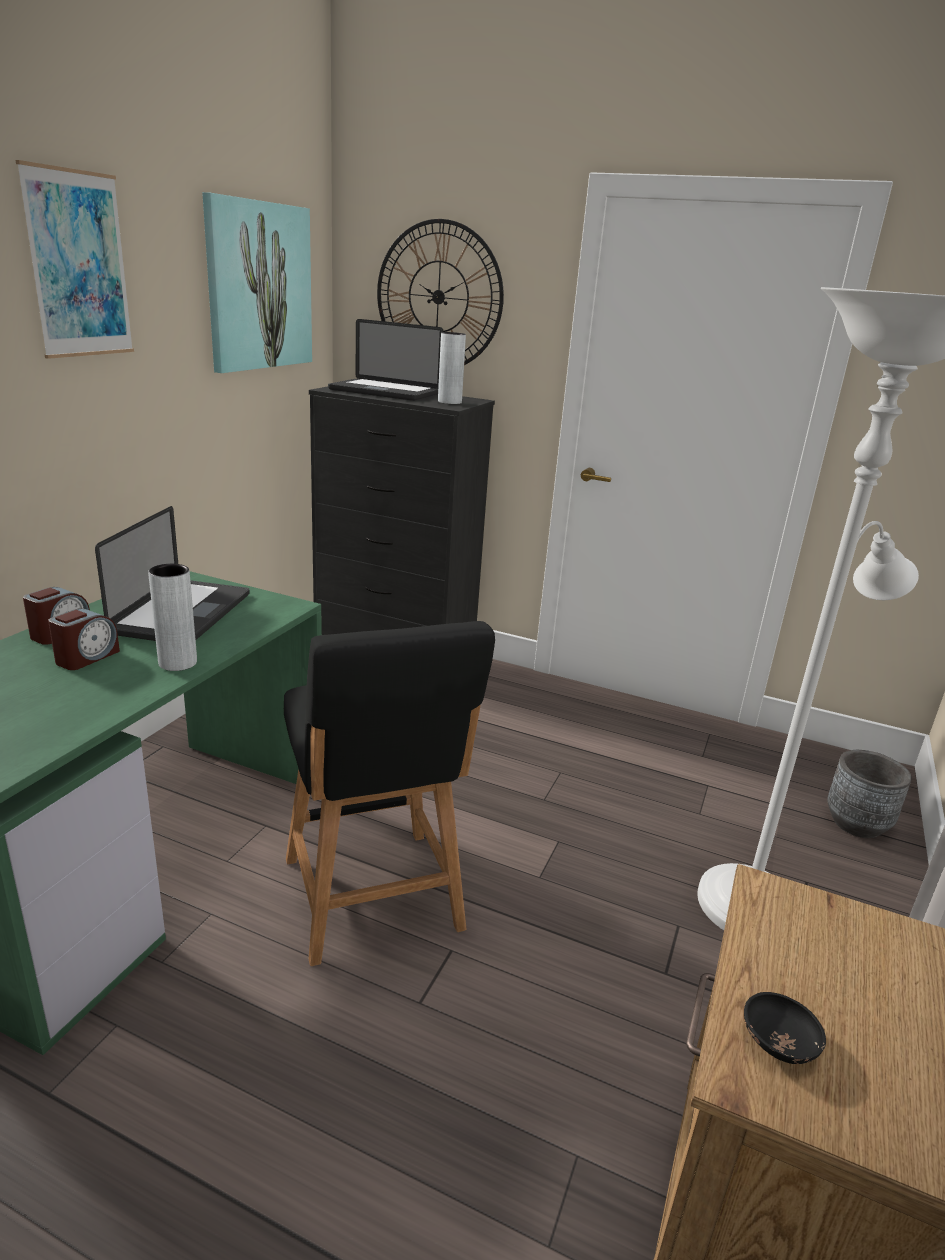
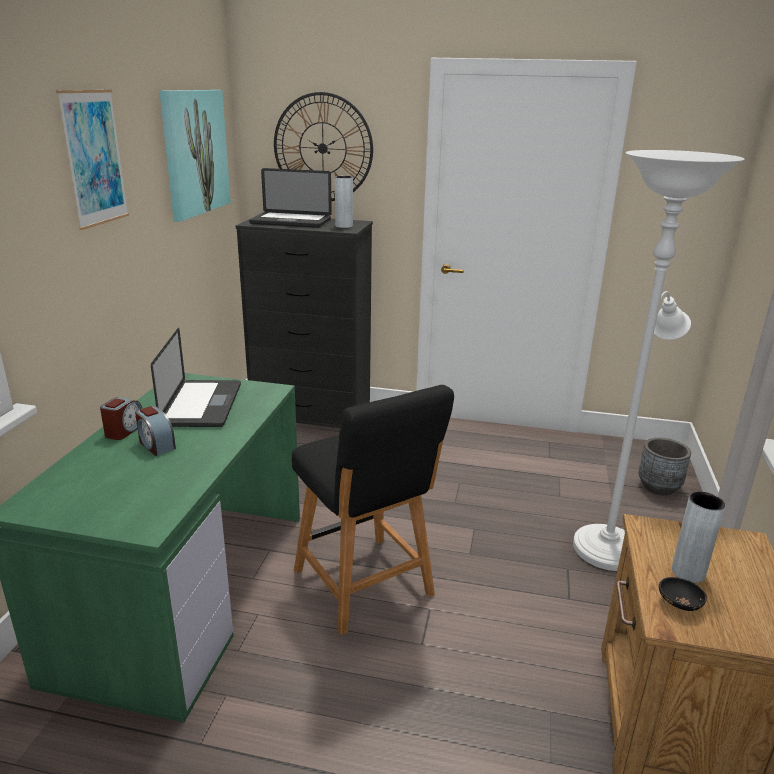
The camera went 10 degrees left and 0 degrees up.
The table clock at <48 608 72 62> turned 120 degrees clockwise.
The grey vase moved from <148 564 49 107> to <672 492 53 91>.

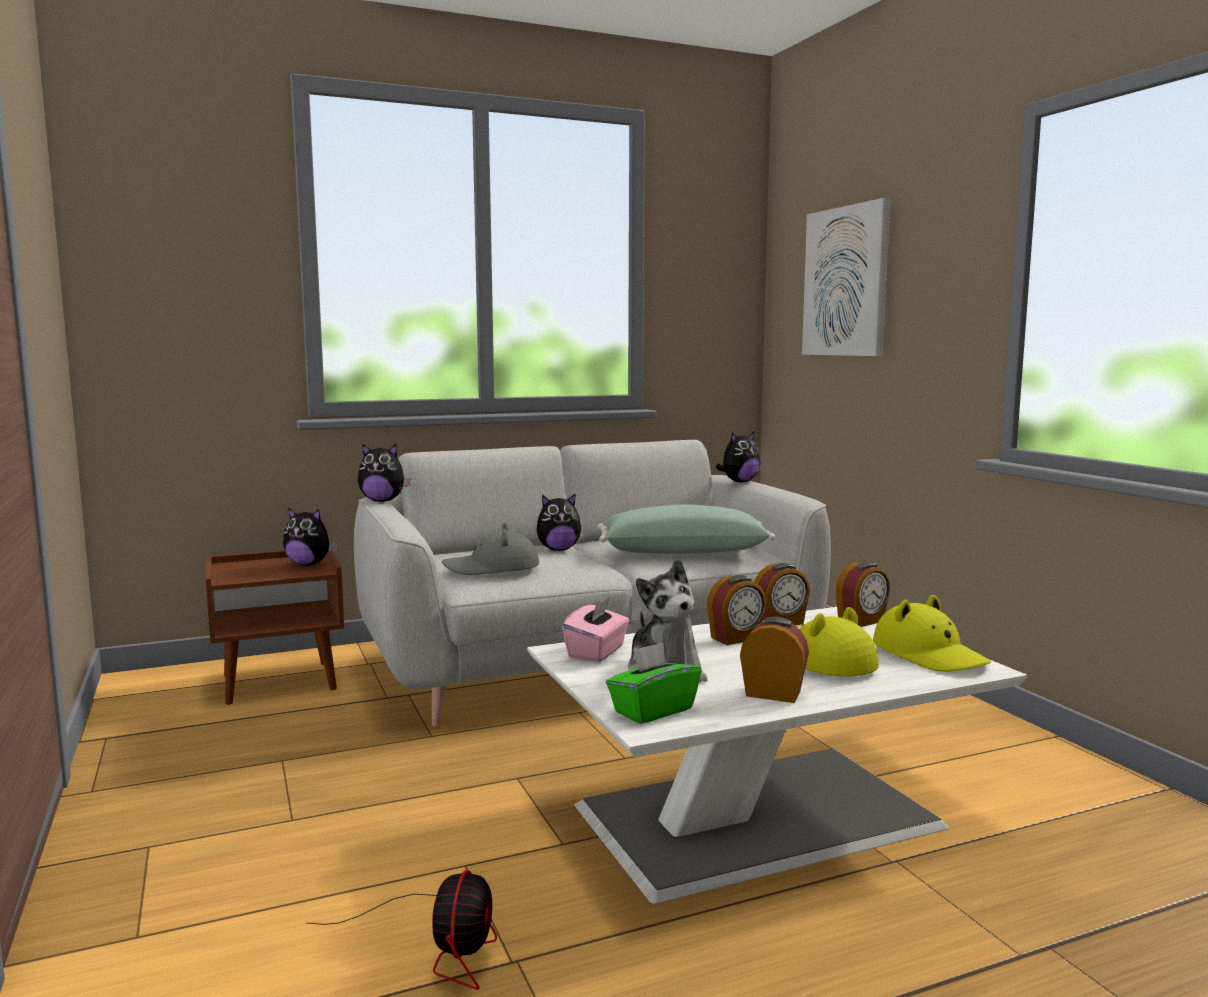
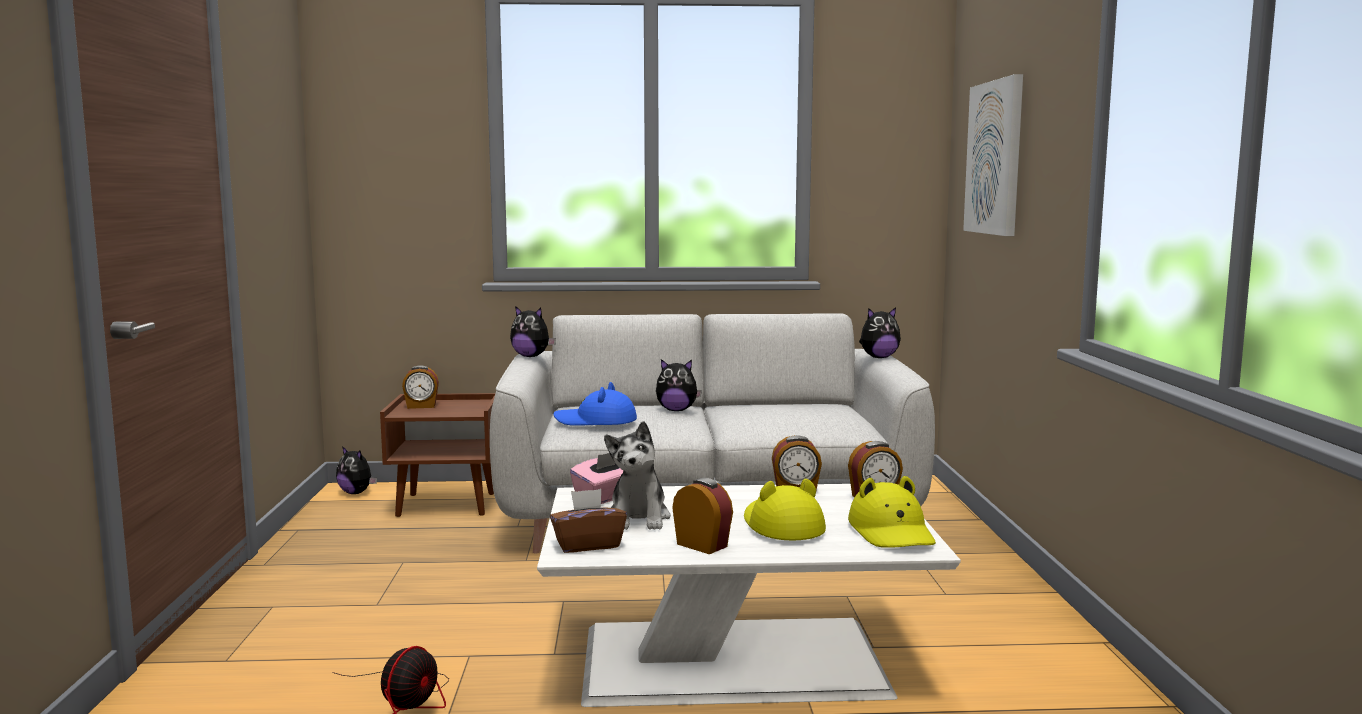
The camera went 20 degrees right and 0 degrees up.
The plush toy moved from <283 507 55 59> to <336 446 41 48>.
The grey clothing hat at <442 523 97 52> became the bluish clothing hat at <554 382 83 44>.
The green-coloured pillow at <597 505 178 49> disappeared.
The green-coloured box of tissues at <606 642 95 82> became the brownish box of tissues at <550 489 77 64>.
The table clock moved from <707 575 59 70> to <402 365 37 44>.

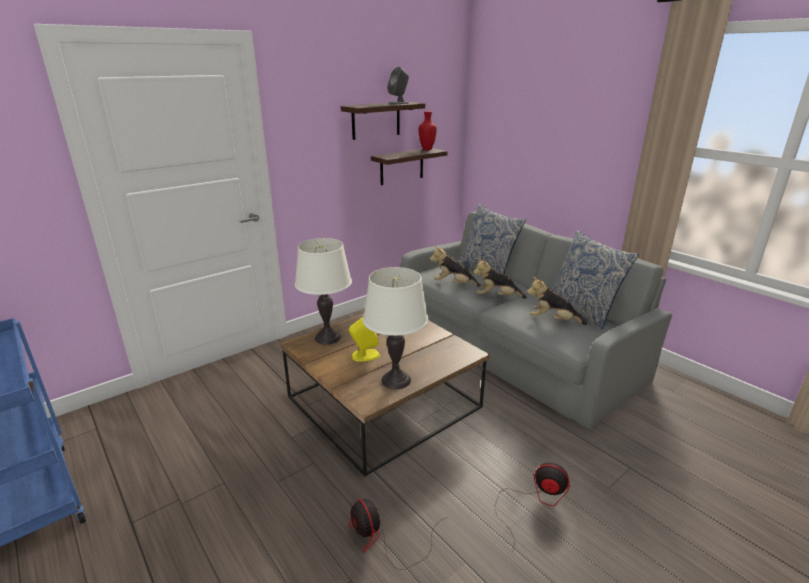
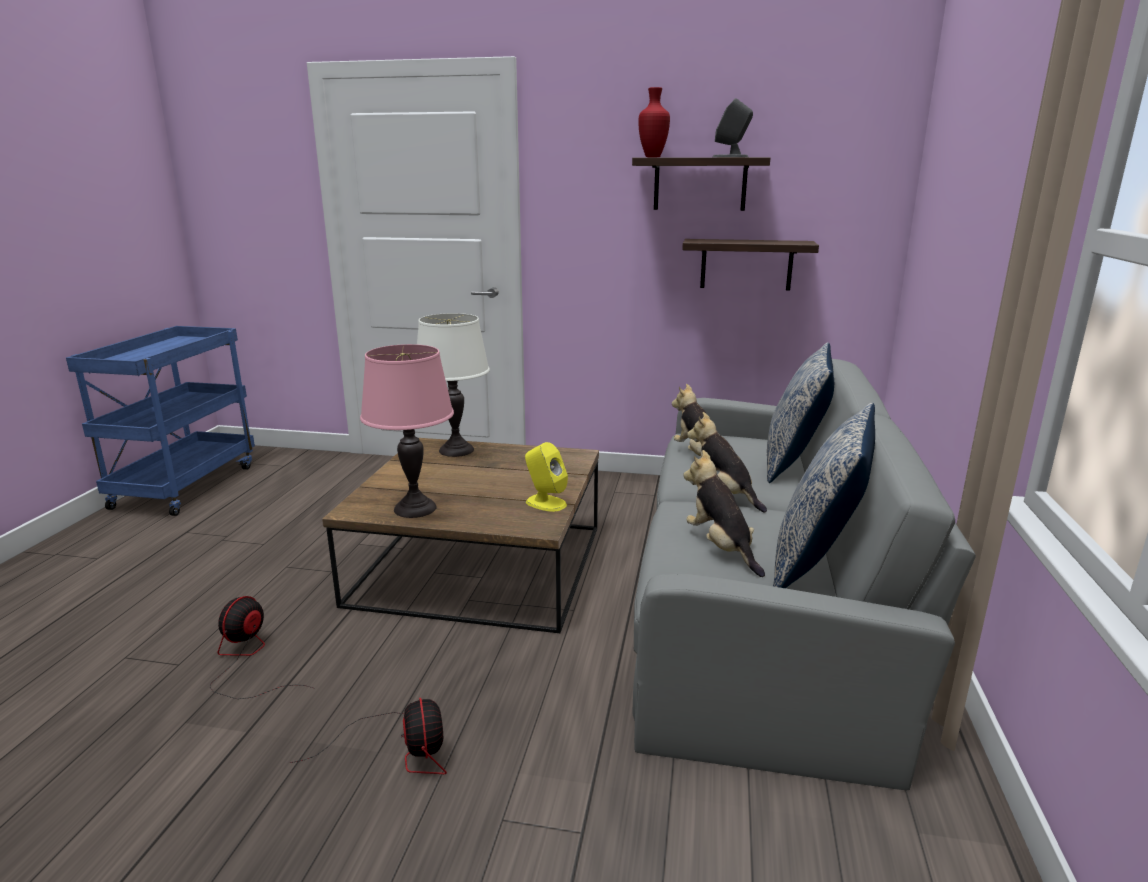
The camera went 50 degrees right and 5 degrees down.
The yellow-coloured speaker moved from <349 317 31 45> to <525 442 43 70>.
The whitish lamp for a table at <363 267 66 122> became the pink lamp for a table at <360 344 94 174>.
The red vase moved from <419 111 18 40> to <638 87 32 70>.

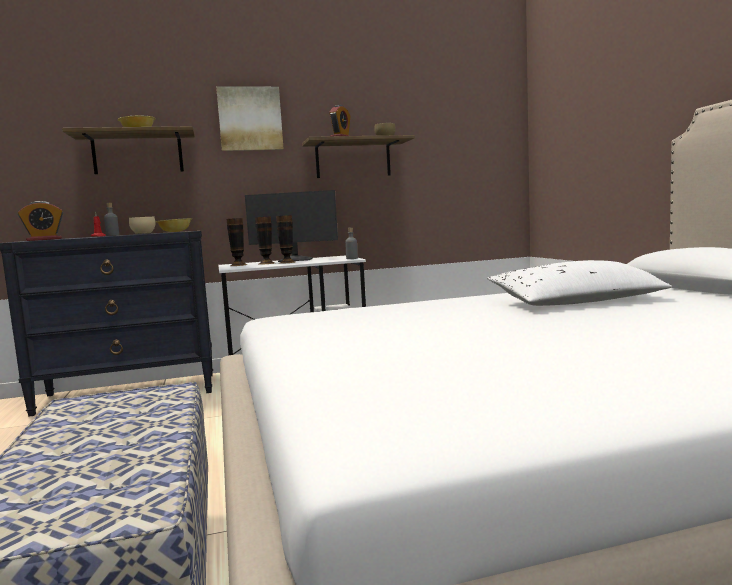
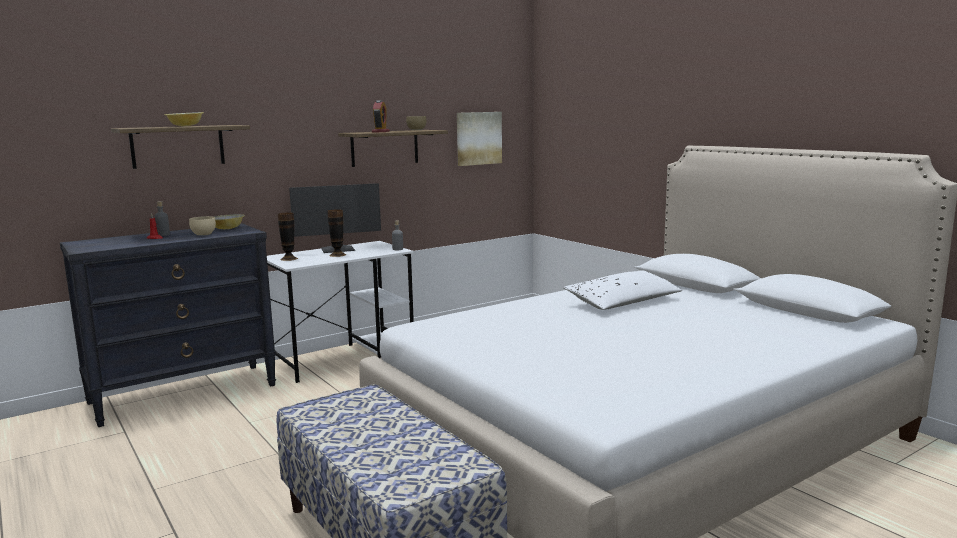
The camera went 20 degrees left and 5 degrees up.
The table clock at <18 201 45 40> disappeared.
The picture moved from <216 86 68 65> to <457 112 45 54>.
The vase at <255 217 20 48> disappeared.

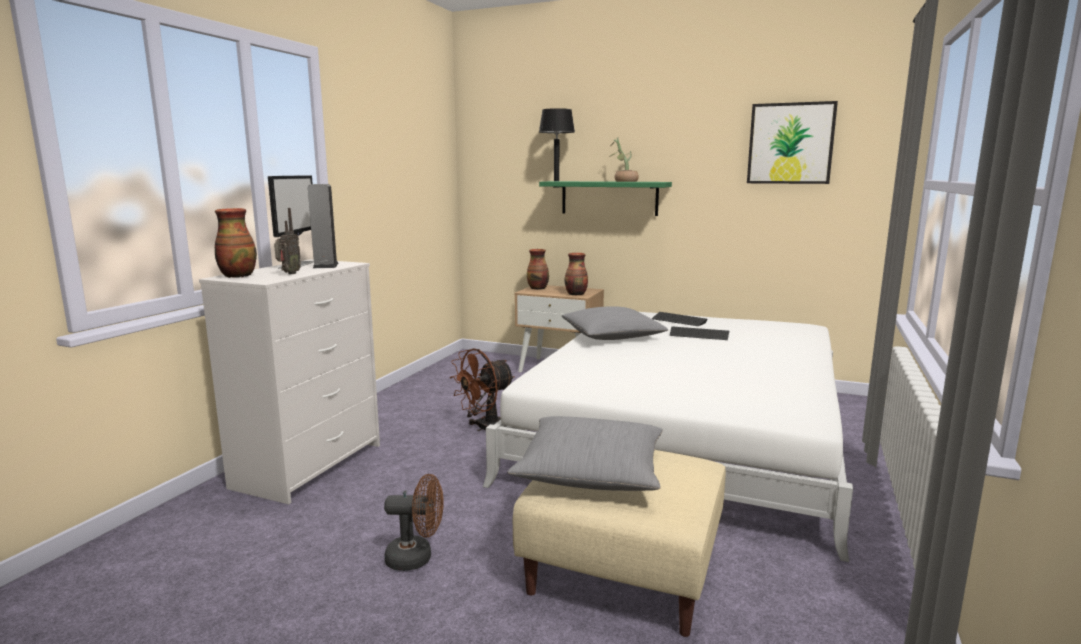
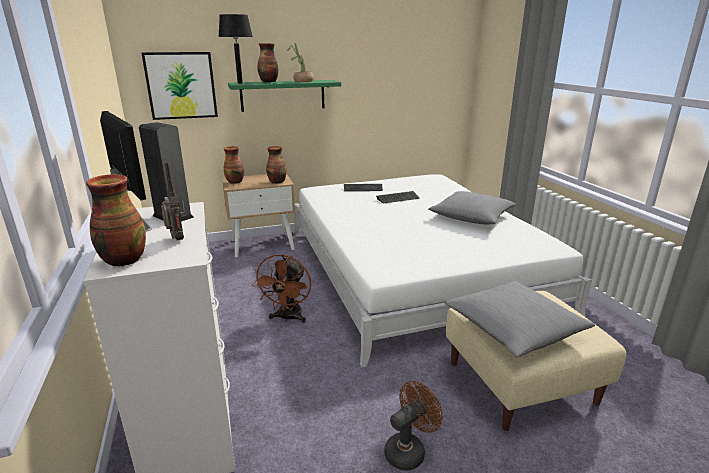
The camera went 40 degrees left and 10 degrees up.
The grey pillow moved from <562 306 106 34> to <429 191 87 34>.
The picture moved from <747 101 91 83> to <141 52 77 68>.
The vase at <257 43 21 40> appeared.

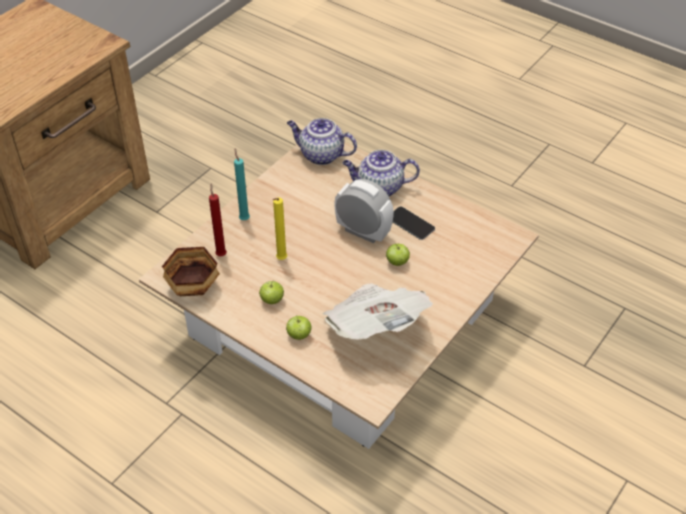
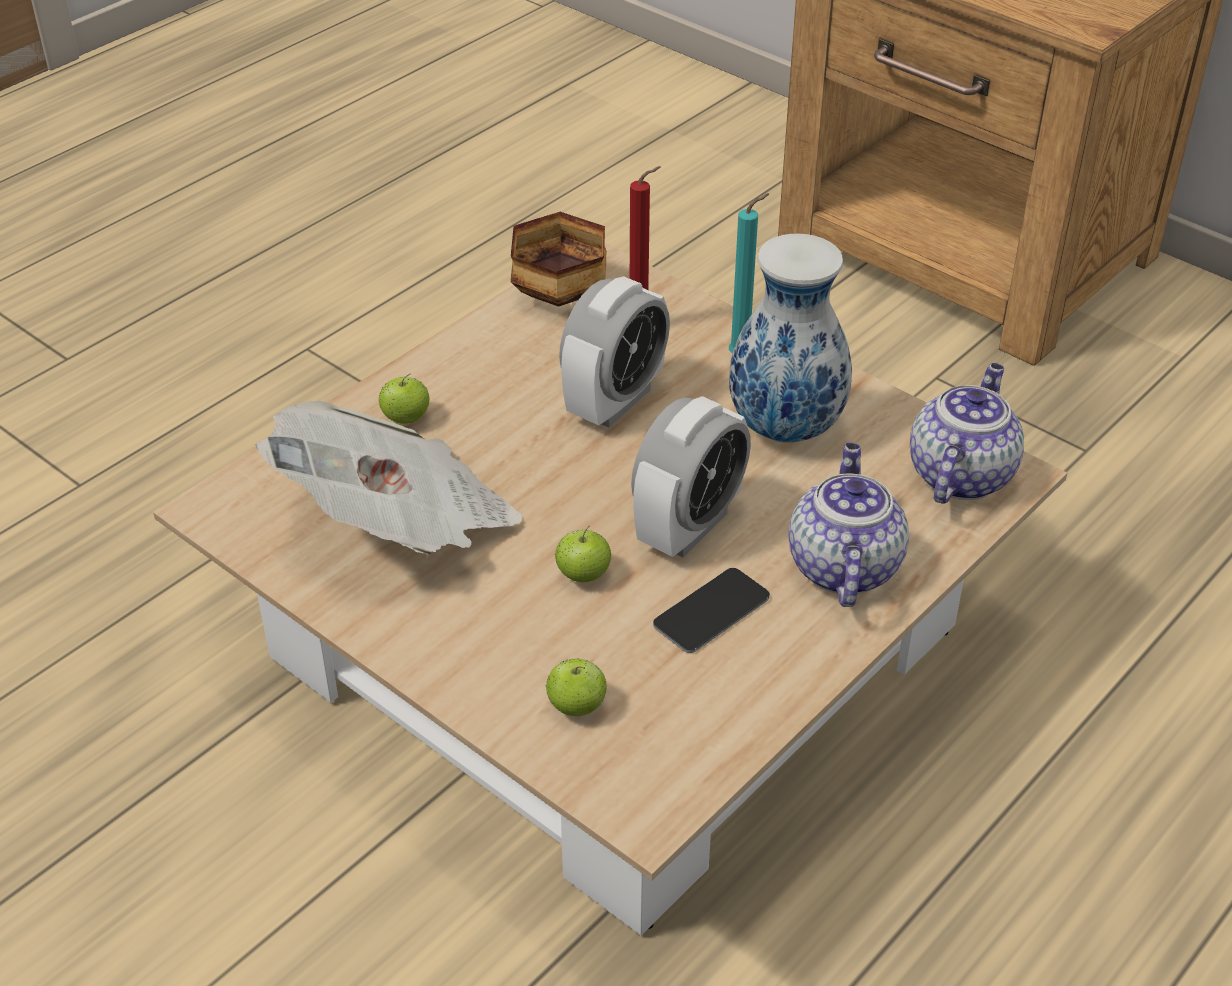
The camera went 95 degrees right and 5 degrees down.
The apple fruit moved from <259 280 25 24> to <545 658 62 58>.
The yellow-coloured wax candle at <273 197 14 63> was replaced by the table clock at <559 276 111 152>.
The vase at <729 234 123 209> appeared.

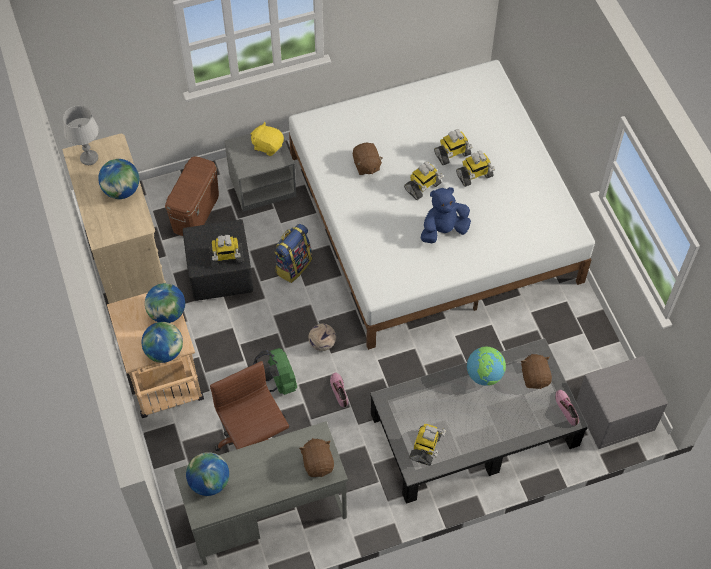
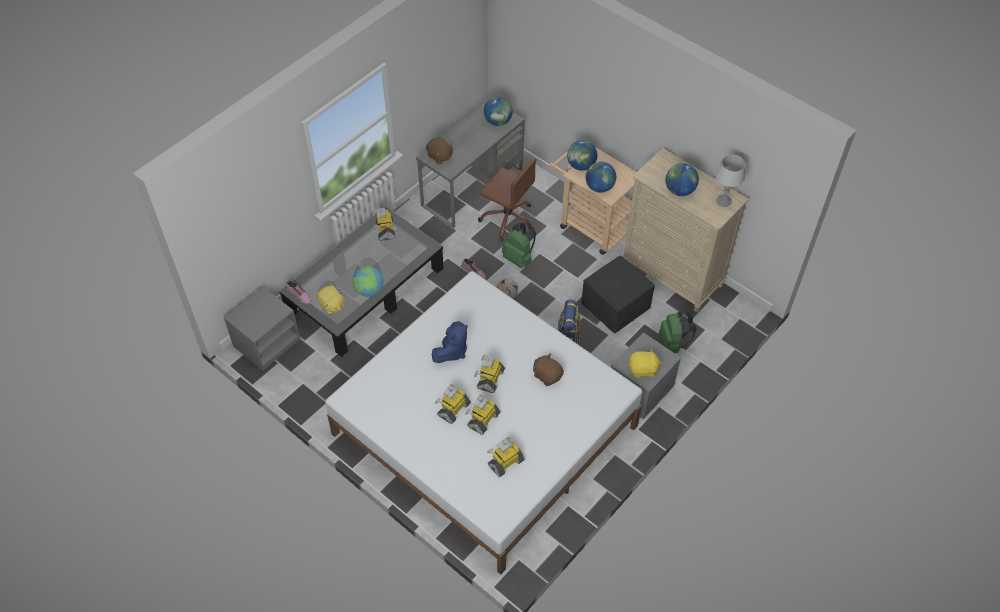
The camera went 150 degrees right and 5 degrees down.
The brownish storage bin at <165 156 54 80> was replaced by the green-coloured rucksack at <659 310 37 43>.
The model robot moved from <209 235 35 31> to <487 437 38 40>.
The brownish plush toy at <521 354 31 35> became the yellow-coloured plush toy at <317 285 27 30>.

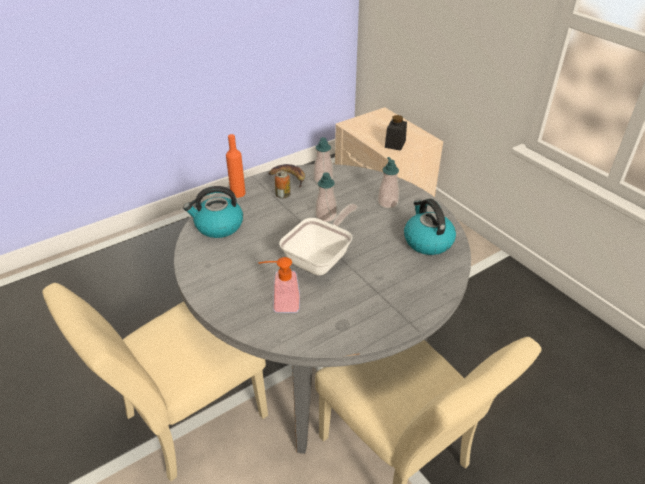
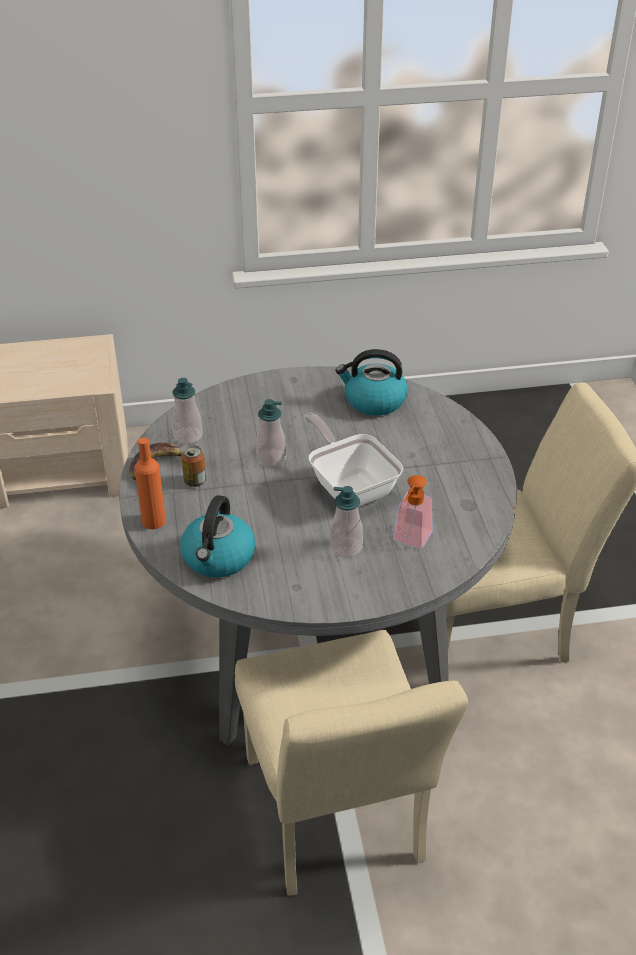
The camera went 65 degrees left and 0 degrees up.
The liquid soap bottle moved from <378 157 21 51> to <330 486 33 72>.
The black-coloured jar at <385 115 22 36> disappeared.

